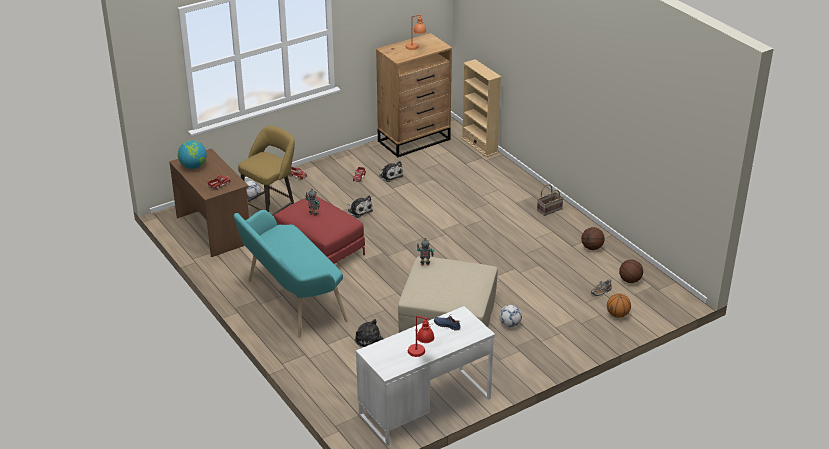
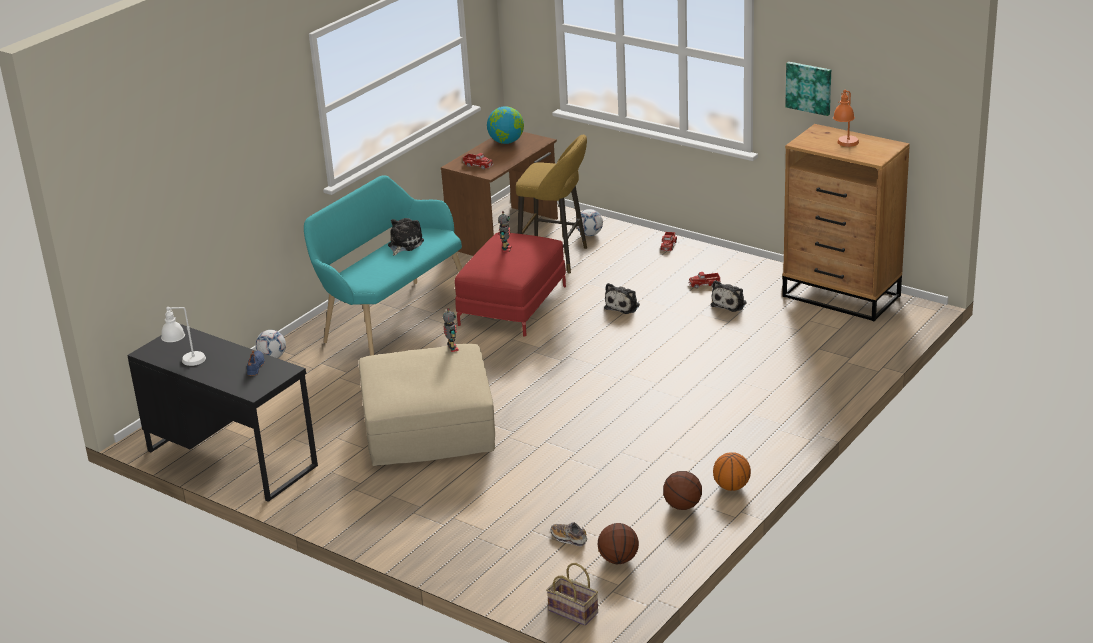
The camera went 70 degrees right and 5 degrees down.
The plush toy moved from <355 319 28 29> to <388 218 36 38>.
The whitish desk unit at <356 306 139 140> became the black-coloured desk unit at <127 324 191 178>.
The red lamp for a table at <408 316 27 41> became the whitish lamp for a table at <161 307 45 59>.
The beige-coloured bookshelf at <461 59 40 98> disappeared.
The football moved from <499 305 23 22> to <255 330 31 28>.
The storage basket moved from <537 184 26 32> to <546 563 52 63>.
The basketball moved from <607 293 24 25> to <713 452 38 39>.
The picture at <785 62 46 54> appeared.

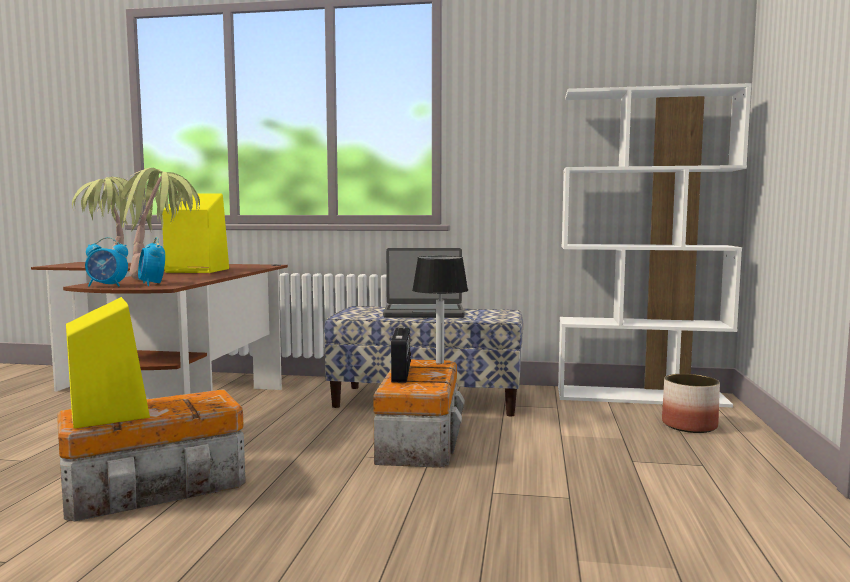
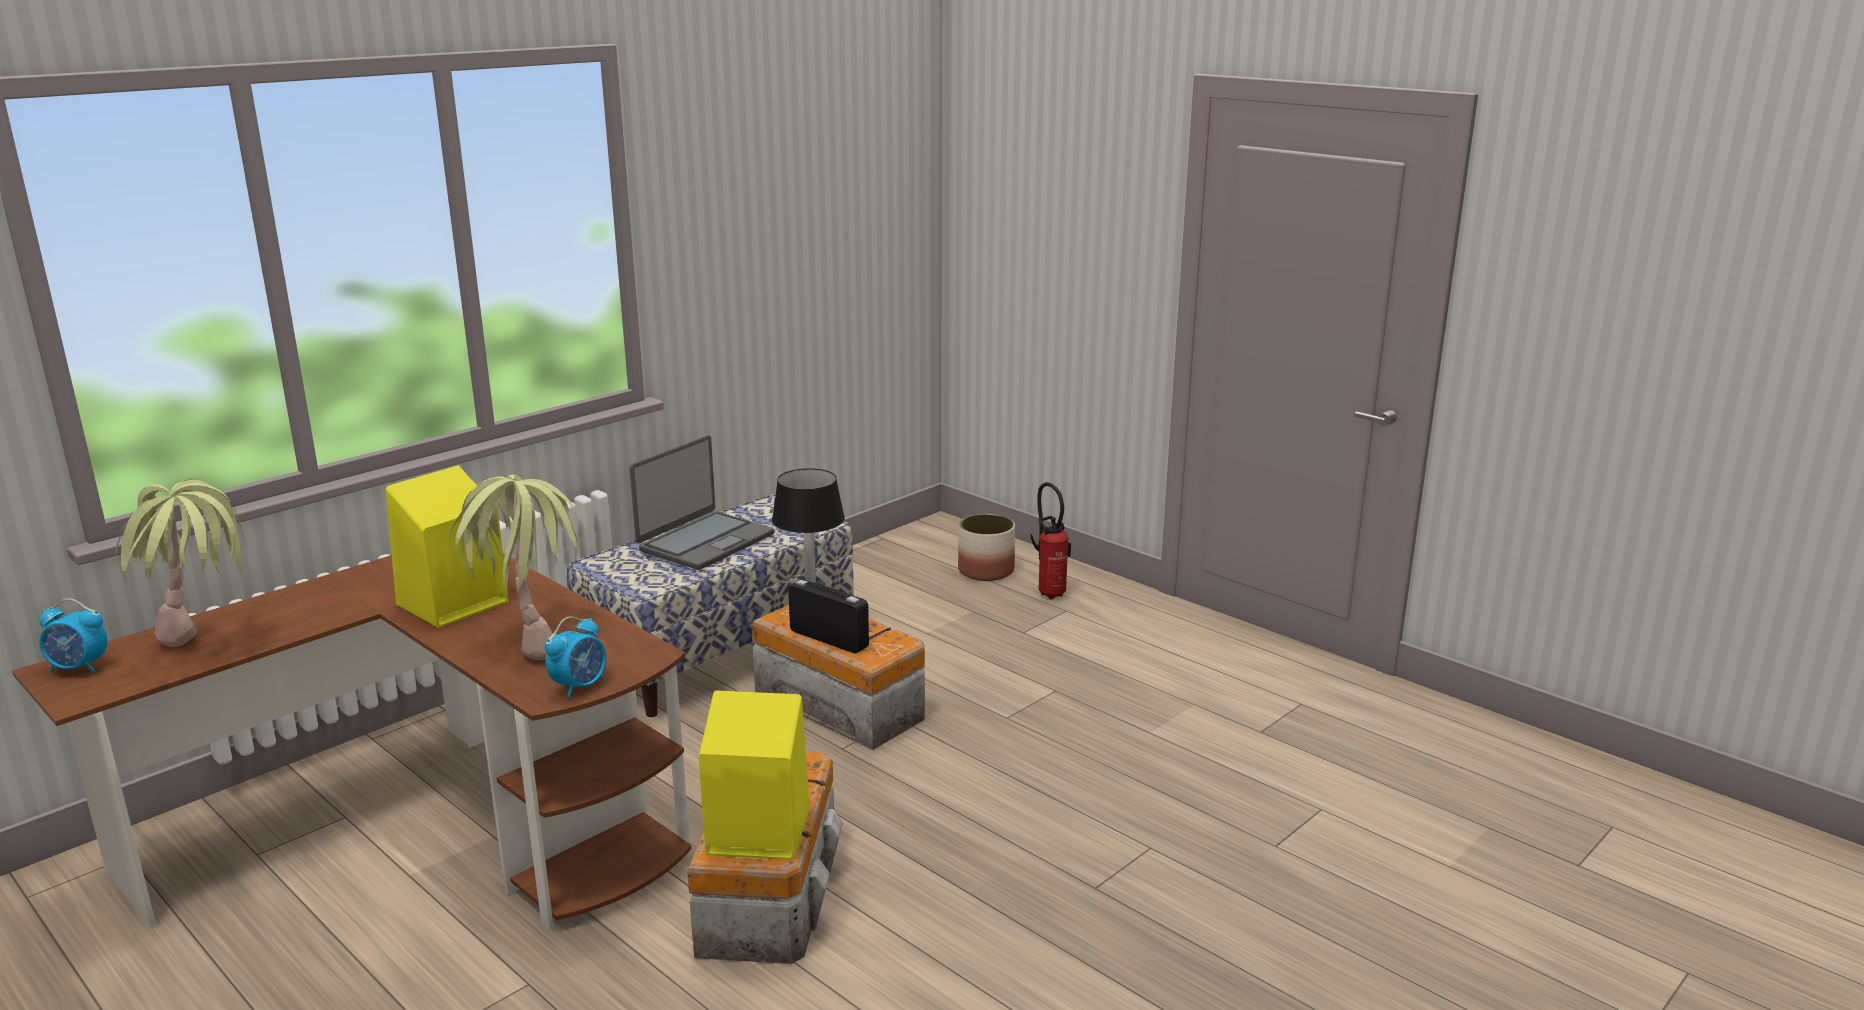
The camera went 55 degrees left and 15 degrees up.
The table clock moved from <138 237 27 49> to <39 598 68 75>.
The whitish bookshelf at <558 83 194 325> disappeared.
The fire-fighting cylinder at <1030 482 41 117> appeared.

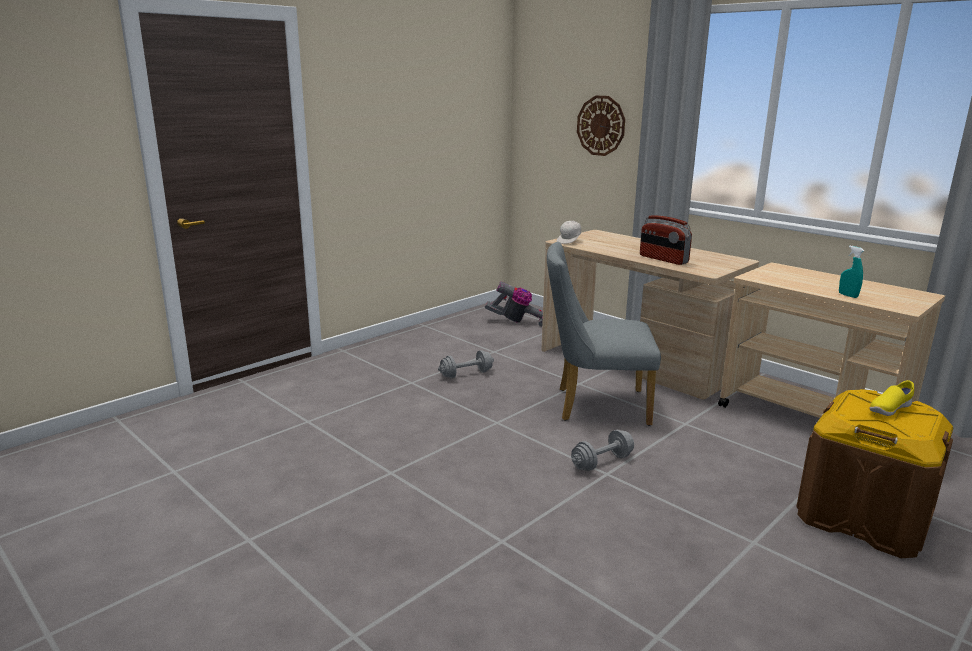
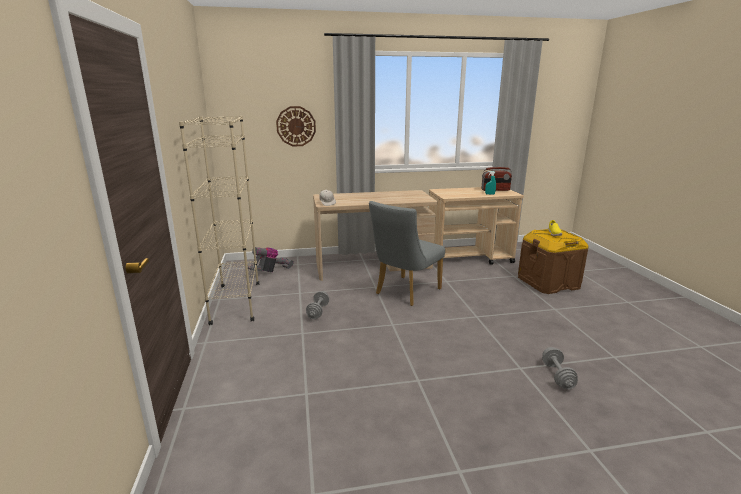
The camera went 55 degrees left and 0 degrees up.
The grey hand weight moved from <571 430 63 41> to <542 347 36 42>.
The radio set moved from <640 215 52 50> to <482 167 30 24>.
The beige-coloured bookshelf at <179 116 80 209> appeared.

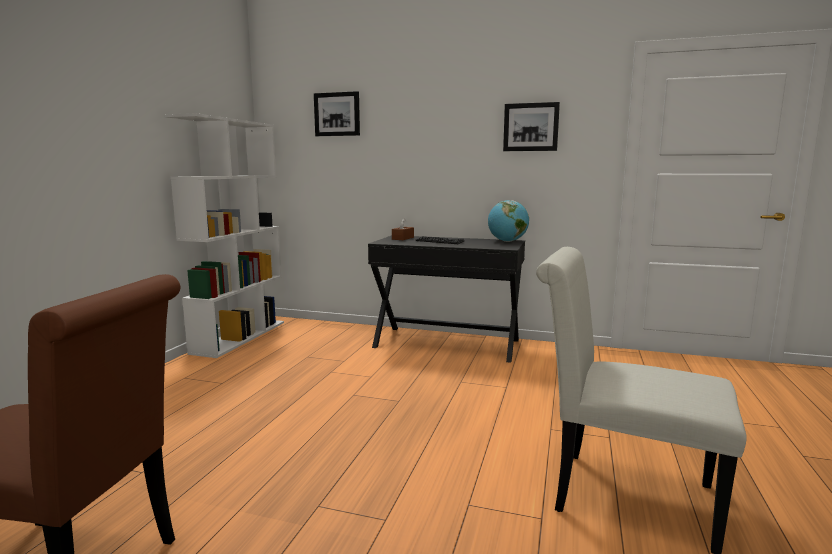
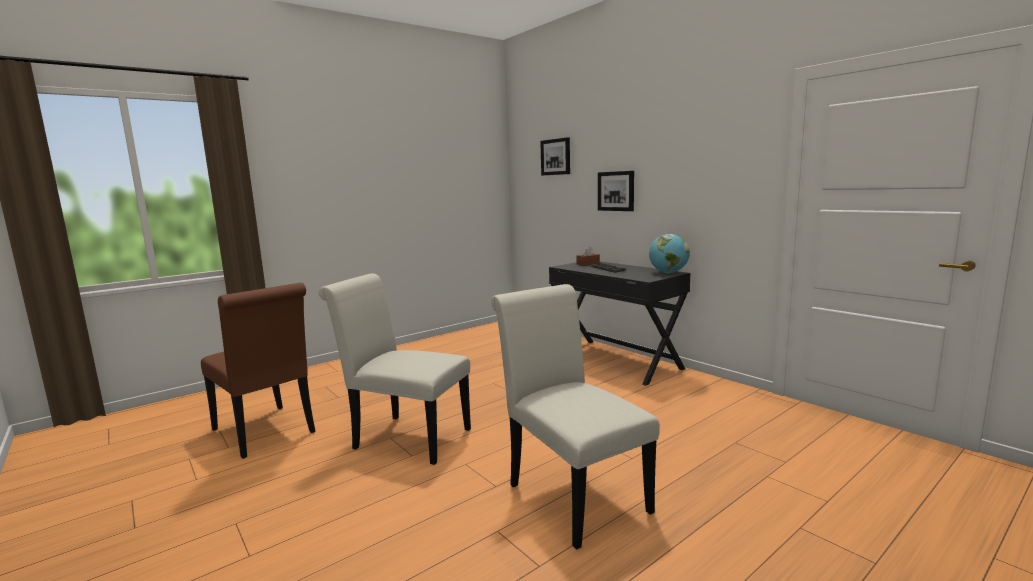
The camera went 35 degrees right and 0 degrees up.
The whitish bookshelf at <165 113 119 245> disappeared.
The picture moved from <503 102 57 49> to <598 171 36 40>.
The whitish upright chair at <319 274 152 191> appeared.

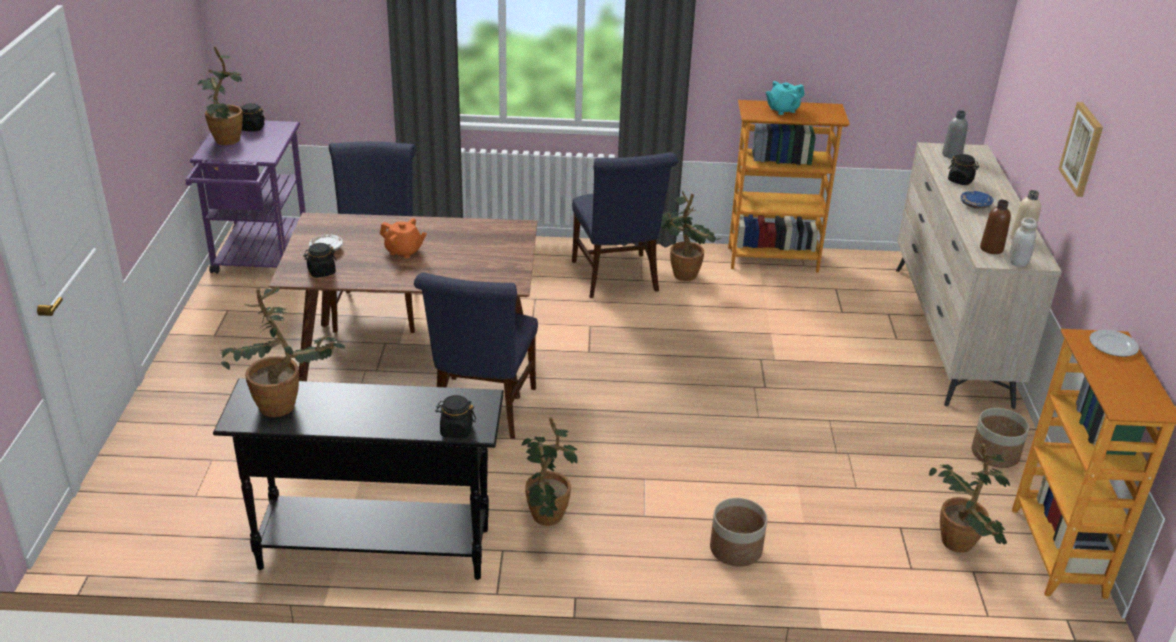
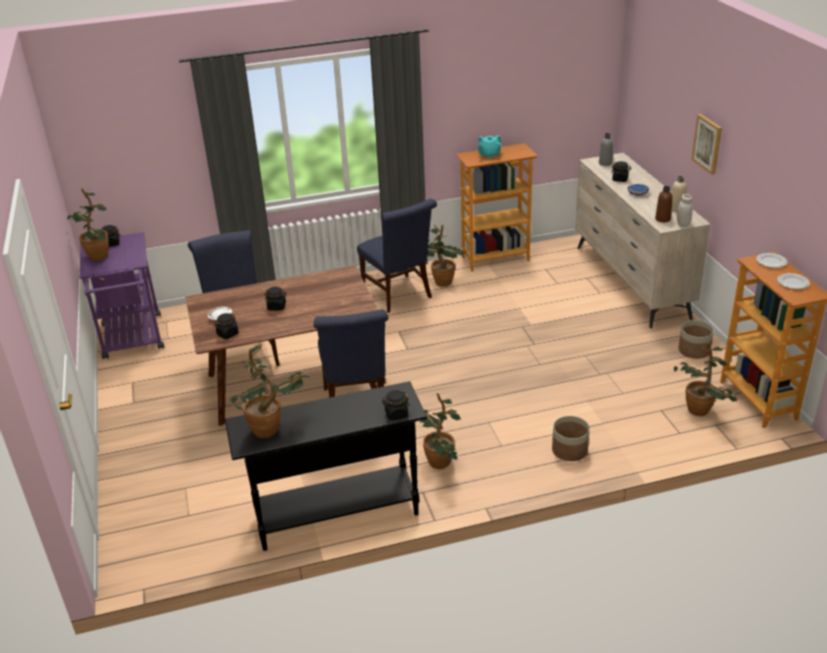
The camera went 15 degrees left and 0 degrees up.
The orangey tea pot at <380 218 47 40> was replaced by the black-coloured jar at <265 287 22 24>.
The flat dish at <777 273 33 16> appeared.

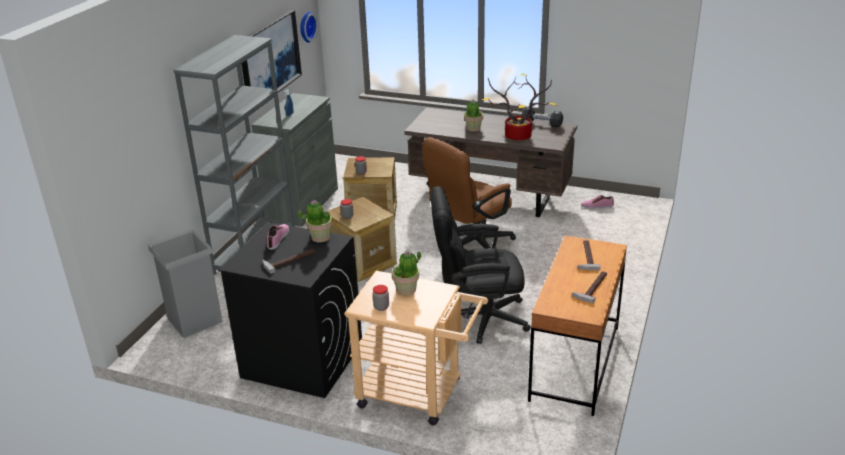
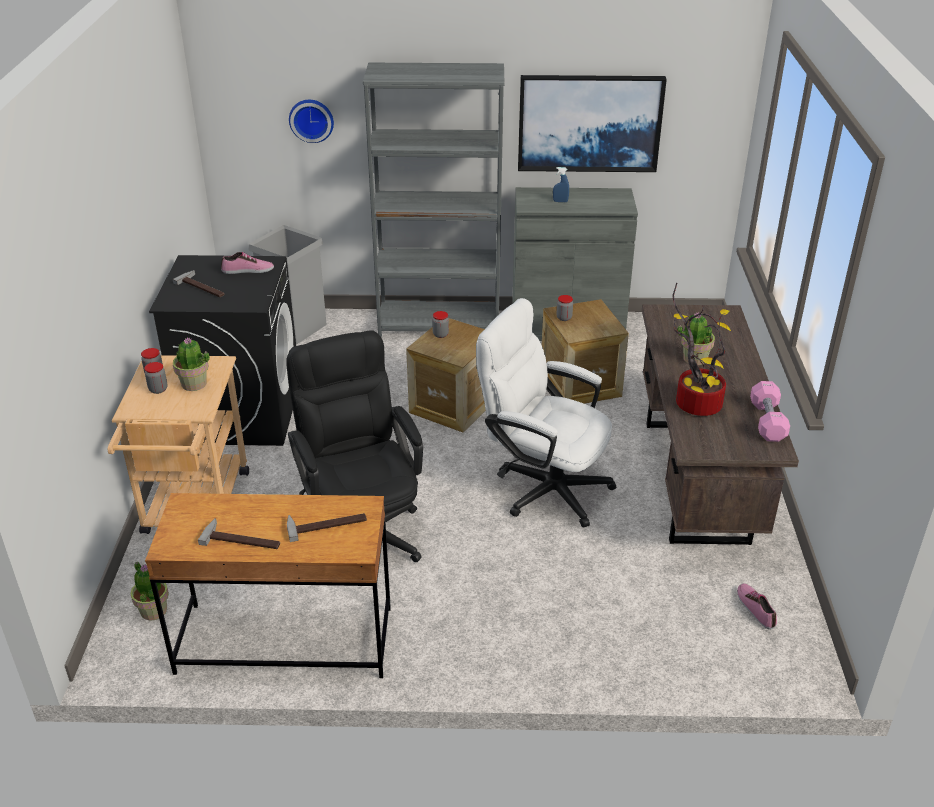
The camera went 70 degrees right and 5 degrees up.
The potted plant moved from <298 200 34 43> to <131 562 38 59>.
The hanging clock moved from <300 12 18 31> to <289 100 45 43>.
The brownish computer chair at <422 137 94 112> became the whitish computer chair at <476 298 140 230>.
The black-coloured hand weight at <522 107 41 21> became the pink hand weight at <750 381 40 61>.
The jar at <144 362 24 32> appeared.

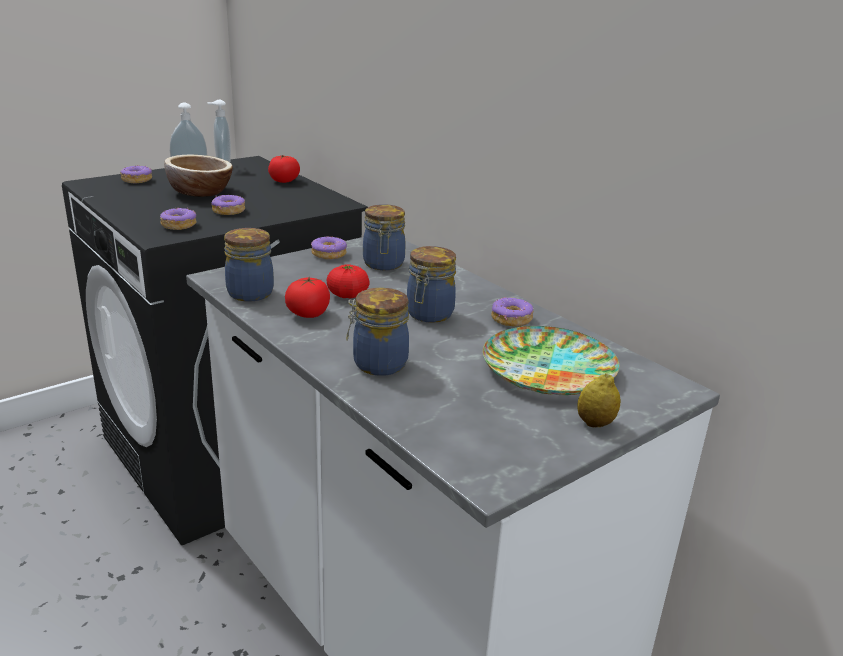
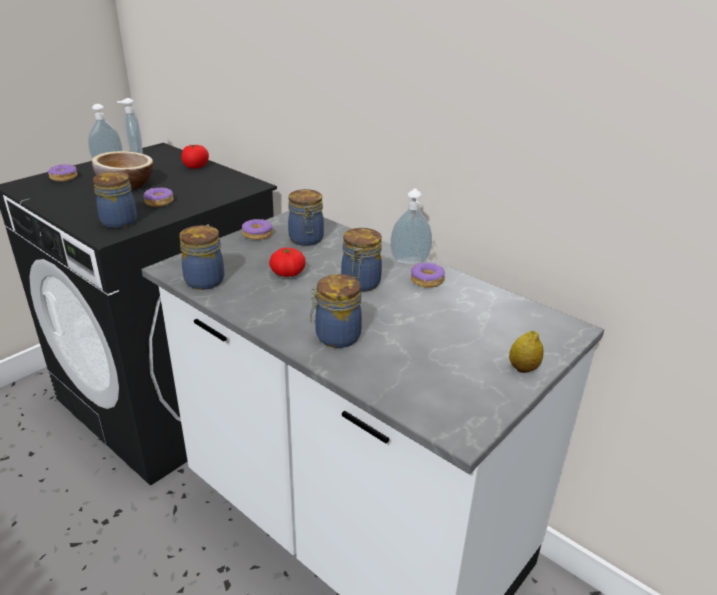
The camera went 10 degrees left and 5 degrees up.
The donut at <160 208 36 22> was replaced by the jar at <93 172 44 57>.
The whole tomato at <285 277 45 41> disappeared.
The flat dish at <483 326 136 69> disappeared.
The liquid soap bottle at <390 189 42 75> appeared.

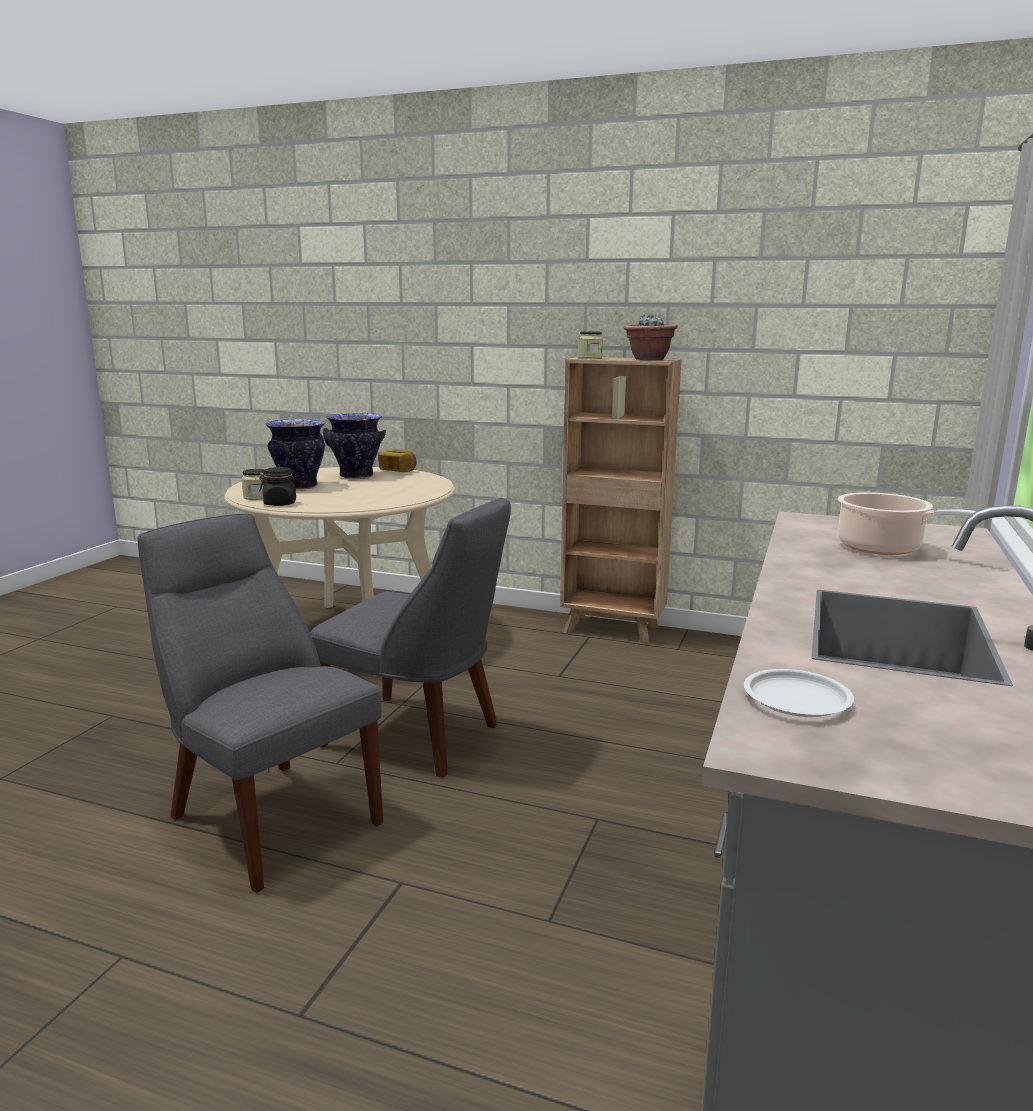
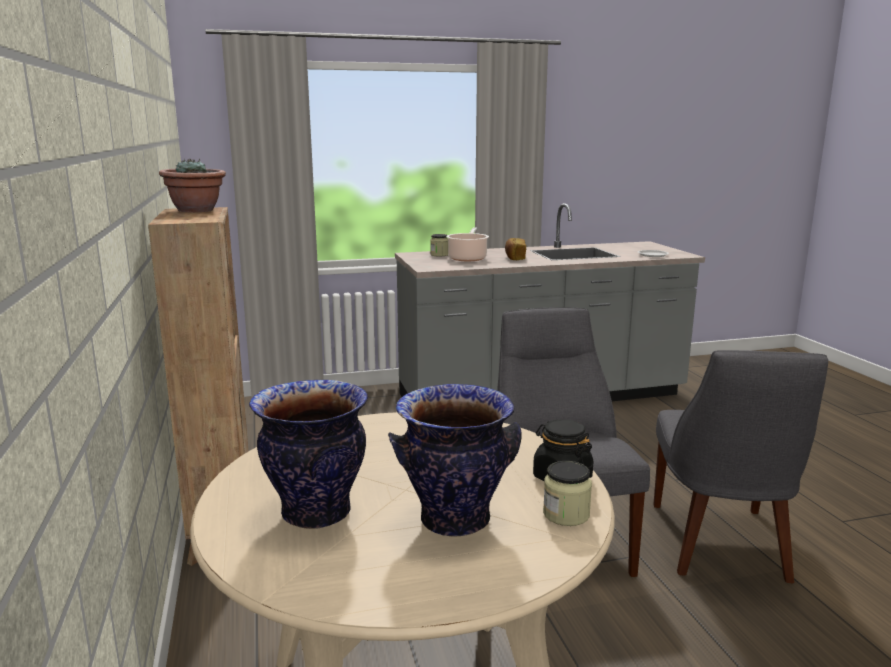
The camera went 125 degrees left and 0 degrees up.
The bread moved from <378 449 38 23> to <505 238 21 22>.
The jar moved from <578 331 25 28> to <430 234 18 22>.

